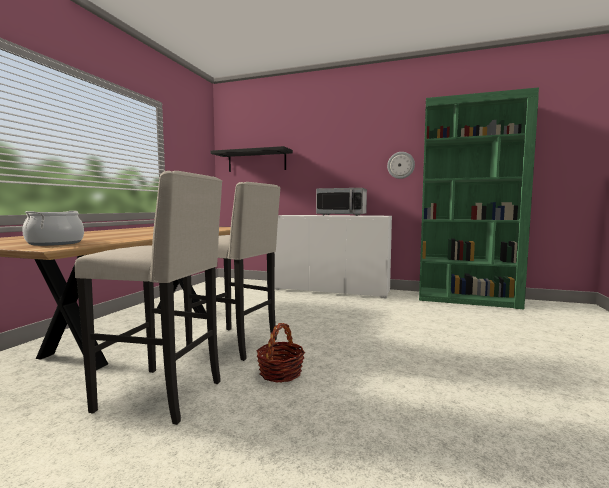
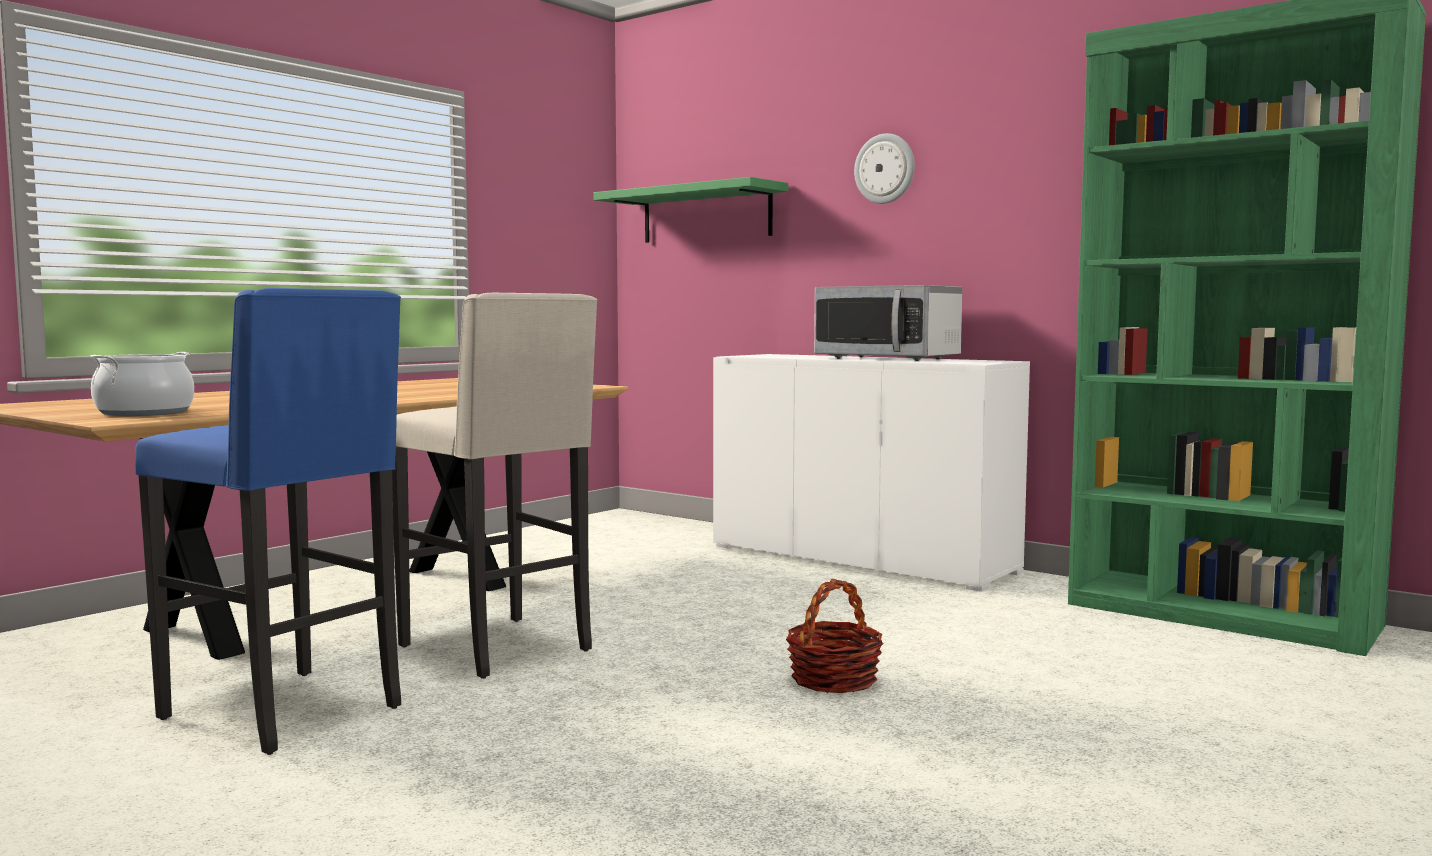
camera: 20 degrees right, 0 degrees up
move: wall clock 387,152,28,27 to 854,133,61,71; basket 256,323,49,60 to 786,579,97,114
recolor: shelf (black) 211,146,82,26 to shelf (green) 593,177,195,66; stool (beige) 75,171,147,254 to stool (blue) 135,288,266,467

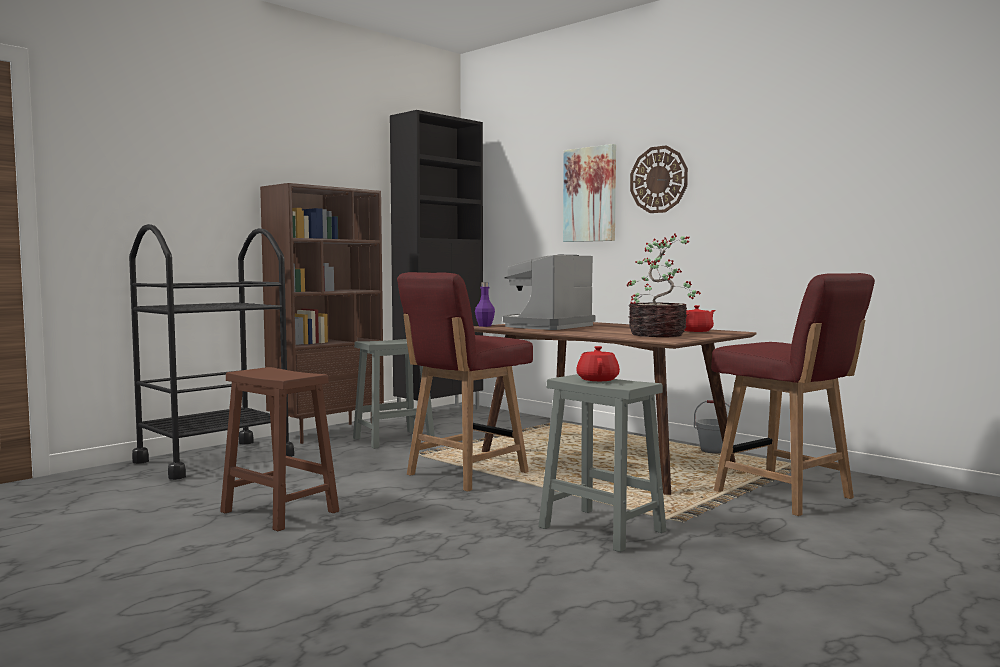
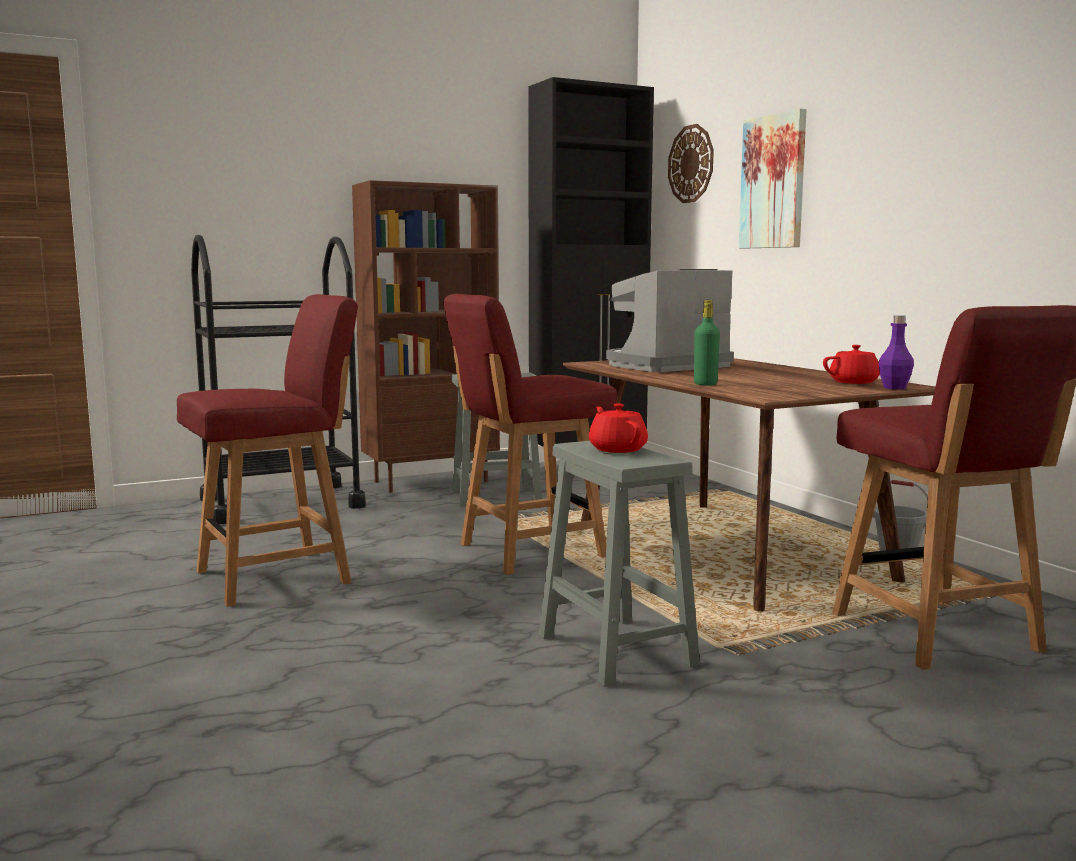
camera: 20 degrees right, 5 degrees up
delete: potted plant 627,233,74,104
insert: bottle (green) 694,300,26,86
move: wall clock 630,145,58,68 to 668,124,46,79; bottle (purple) 475,282,20,45 to 879,315,35,75
replace: stool (brown) 220,367,119,164 to chair (red) 177,294,181,313
rotate: teapot (red) 576,346,44,35 = 589,403,59,50 45 degrees counterclockwise

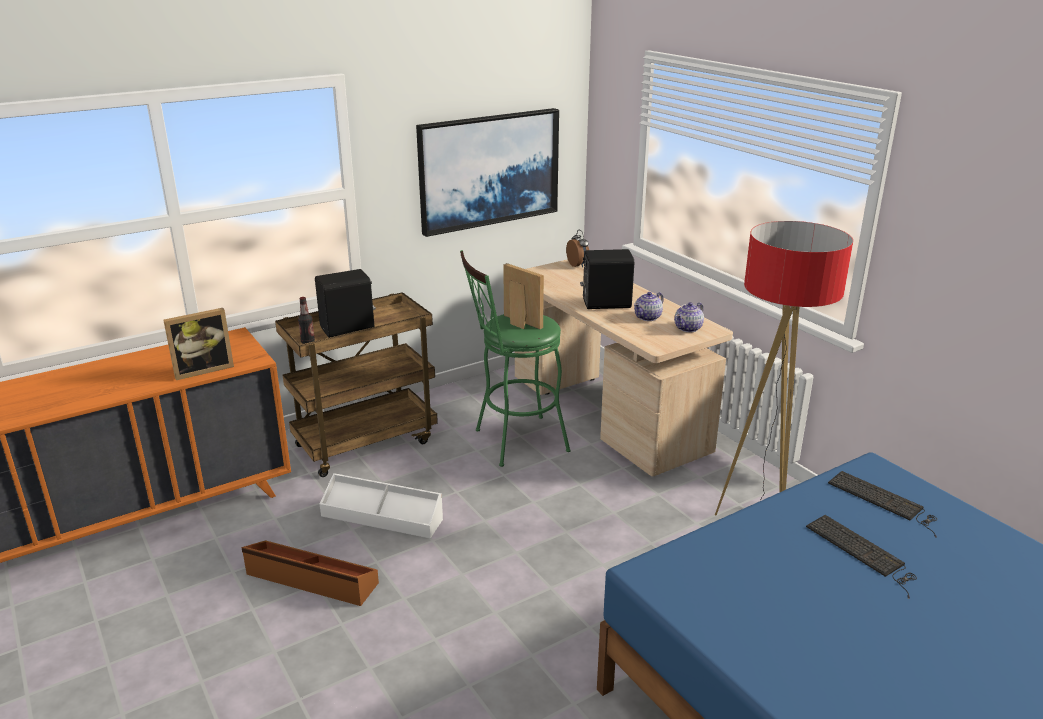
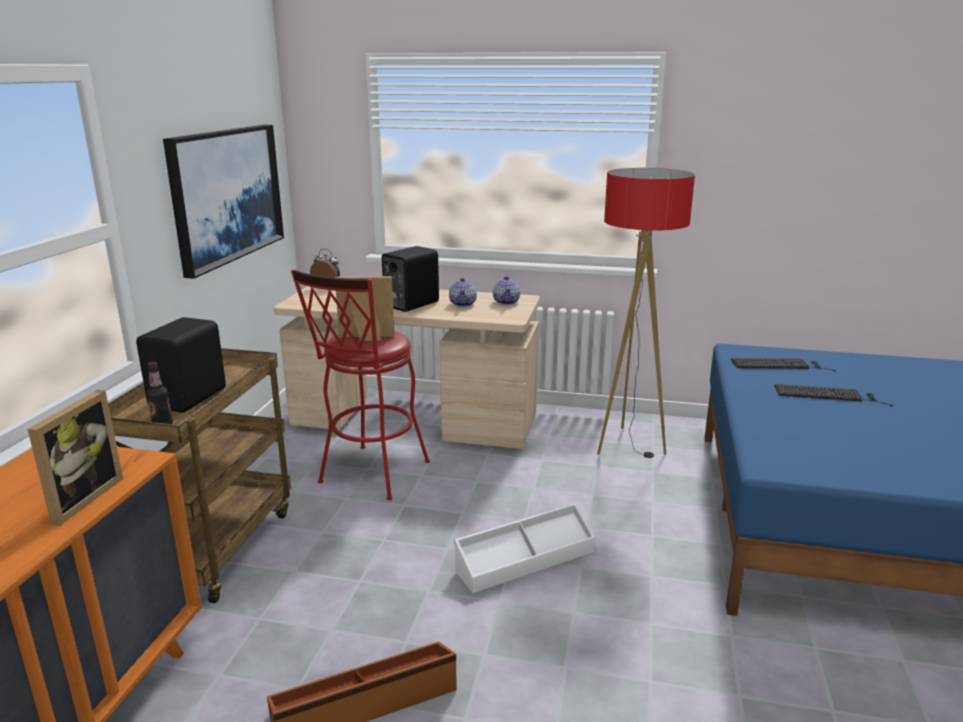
camera: 45 degrees left, 5 degrees down
move: storage box (white) 320,473,123,66 to 455,503,140,90
recolor: stool (green) 460,250,111,217 to stool (red) 291,269,139,231

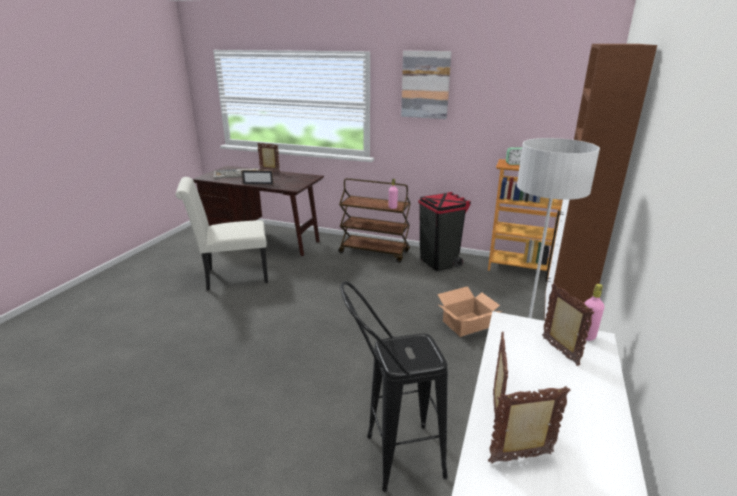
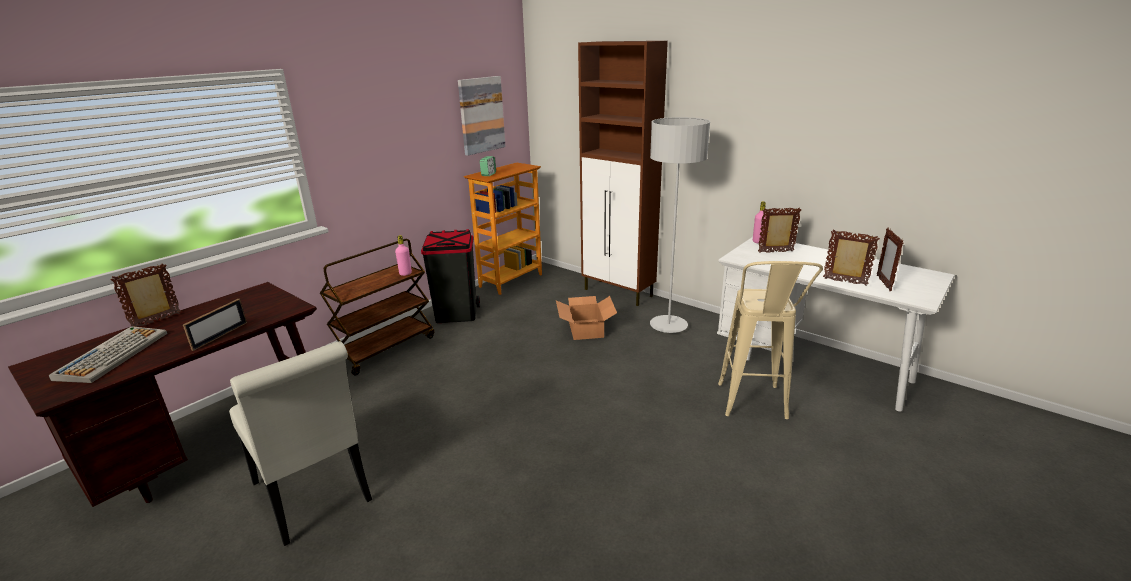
camera: 70 degrees left, 0 degrees up
move: picture 401,51,51,68 to 458,76,47,80
recolor: stool (black) 340,281,108,211 to stool (beige) 718,261,105,158
rotate: chair (white) 175,177,93,113 = 229,341,143,205 45 degrees counterclockwise

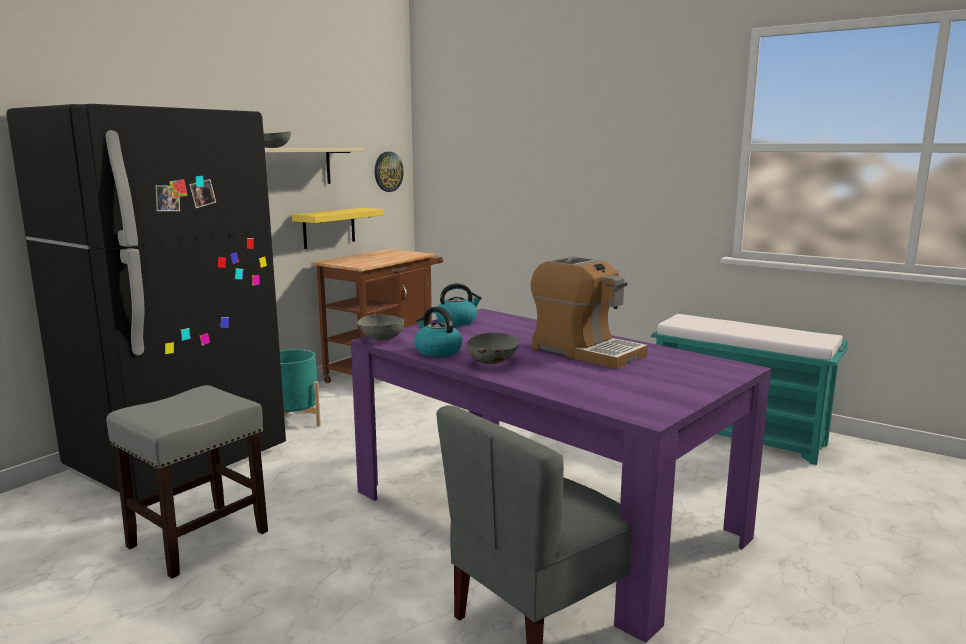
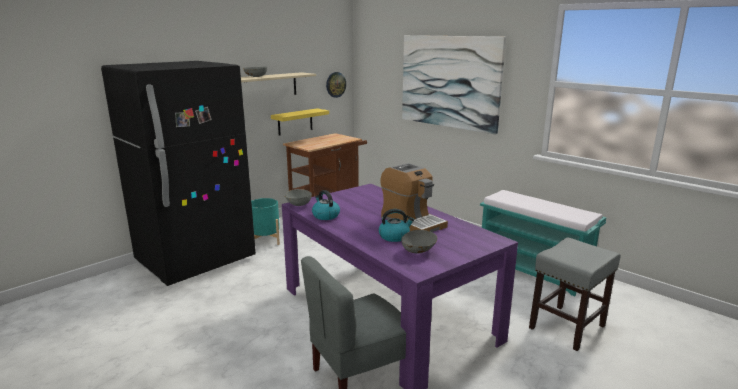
camera: 10 degrees right, 5 degrees up
insert: picture 402,35,104,100
move: kettle 436,283,46,43 to 379,209,35,33; bowl (grey) 466,333,54,31 to 401,230,36,23; stool (grey) 106,385,162,194 to 529,237,92,114

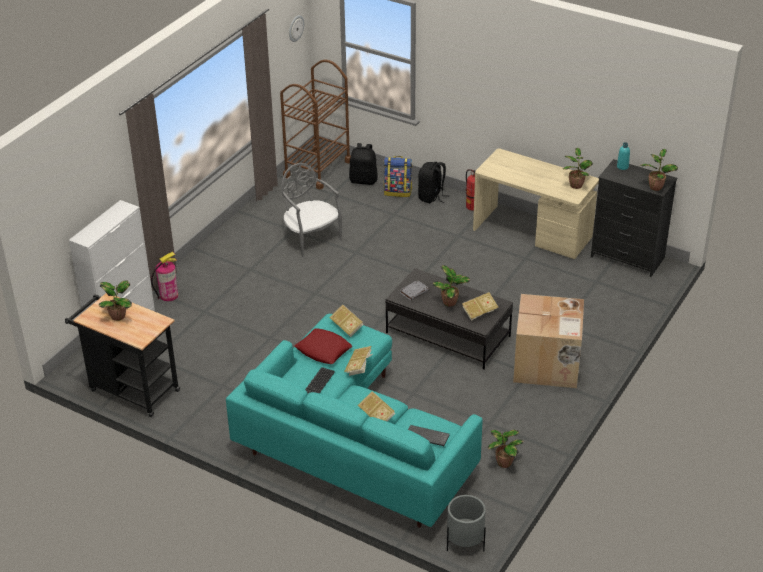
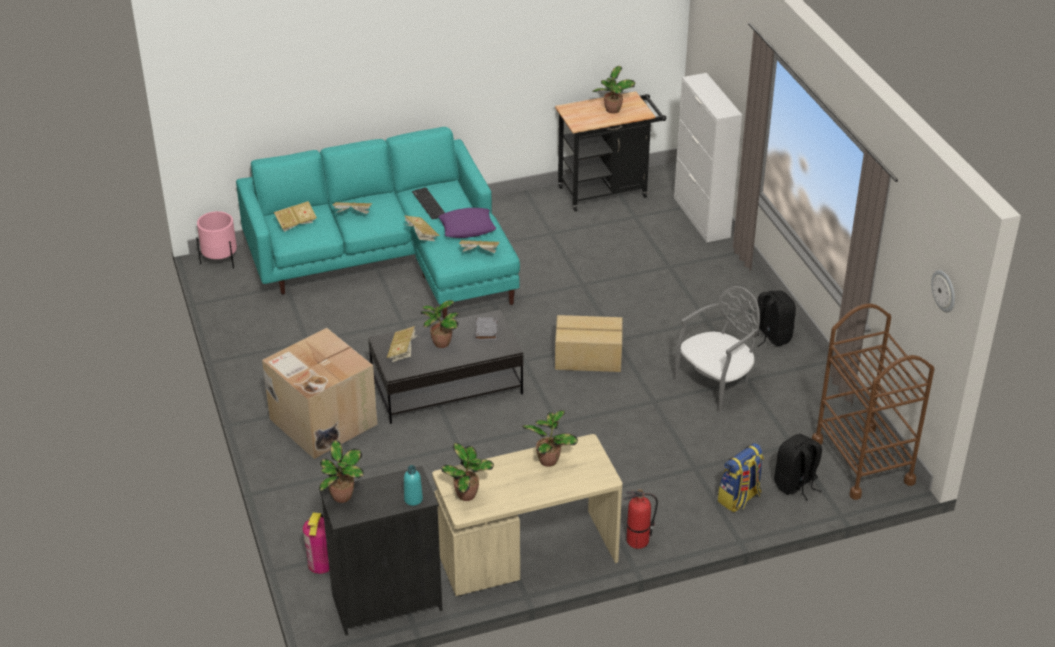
camera: 130 degrees right, 0 degrees up
insert: cardboard box 555,315,68,57
move: backpack (black) 418,162,28,41 to 756,290,40,57; fire extinguisher 151,252,27,49 to 302,512,28,62; potted plant 488,430,36,38 to 522,410,56,57
replace: keyboard 408,425,42,21 to book 274,201,43,31
recolor: pillow (red) 295,329,57,35 to pillow (purple) 438,208,58,30; planter (grey) 447,495,39,57 to planter (pink) 196,211,41,58
rotate: chair (grey) 282,163,60,94 = 675,286,85,126 45 degrees counterclockwise

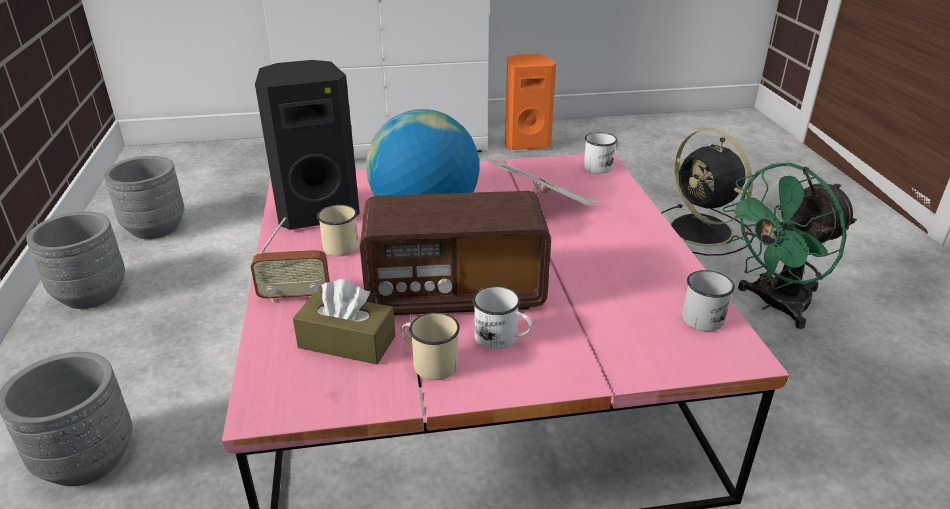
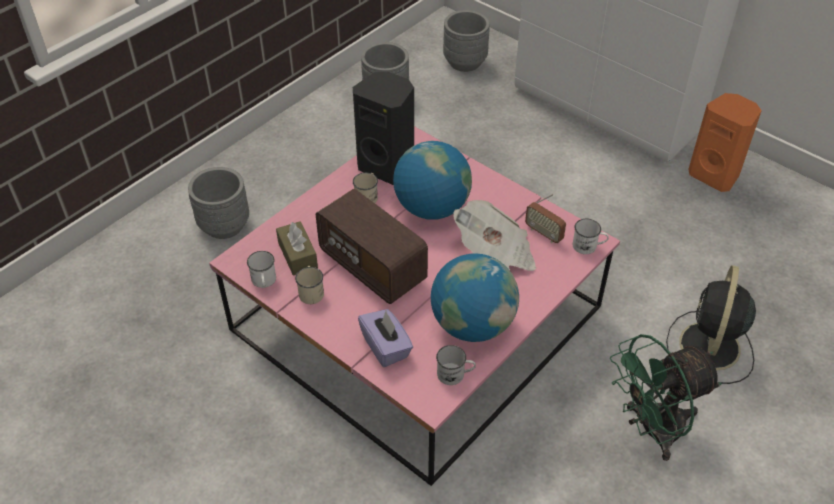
camera: 50 degrees right, 15 degrees up
insert: globe 431,254,88,88; tissue box (purple) 358,309,55,58
move: planter (grey) 26,212,99,97 to 443,10,47,62; radio 251,217,79,86 to 525,194,41,49; mug (white) 473,286,59,64 to 247,251,29,37
rotate: fan (green) 723,163,134,166 = 610,334,112,127 45 degrees counterclockwise

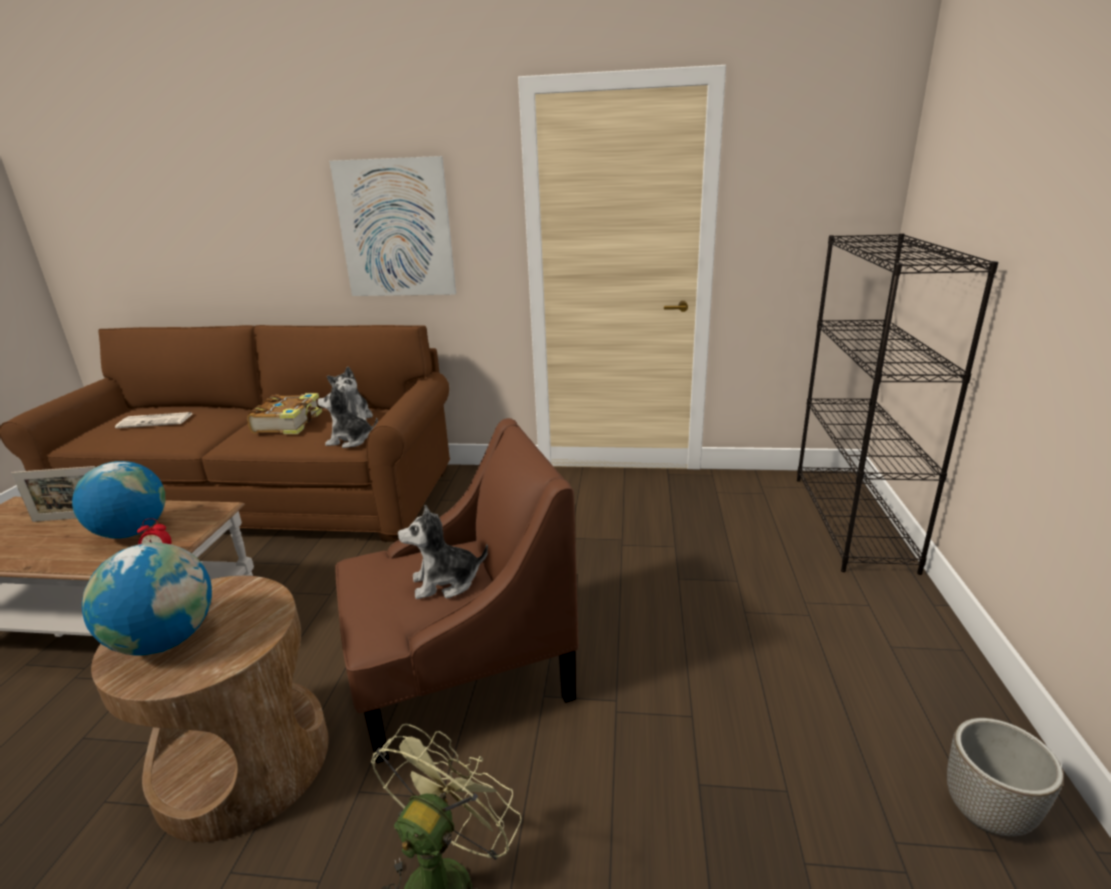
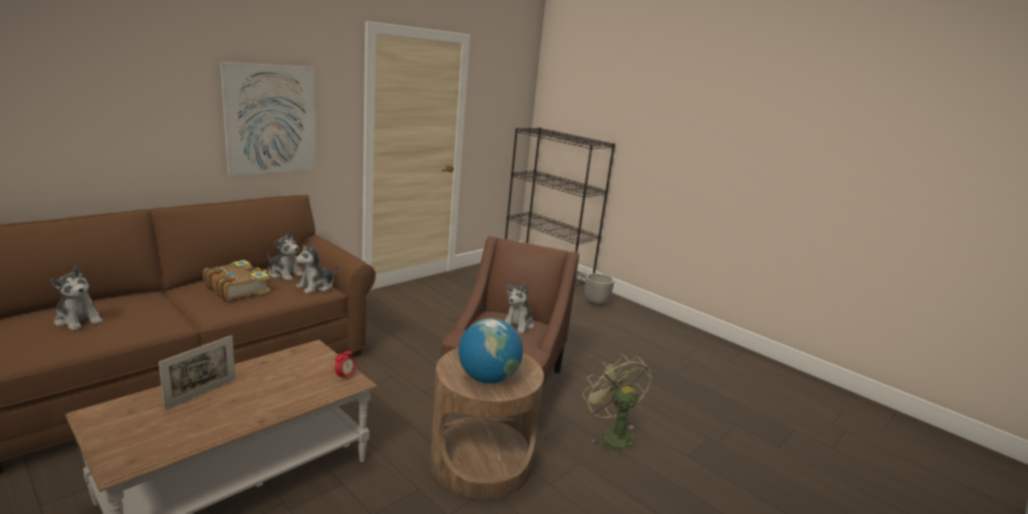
camera: 55 degrees left, 5 degrees down
delete: globe 72,461,93,77
move: planter 947,718,117,118 to 585,273,29,33
replace: newspaper 115,412,77,16 to plush toy 50,266,53,65

